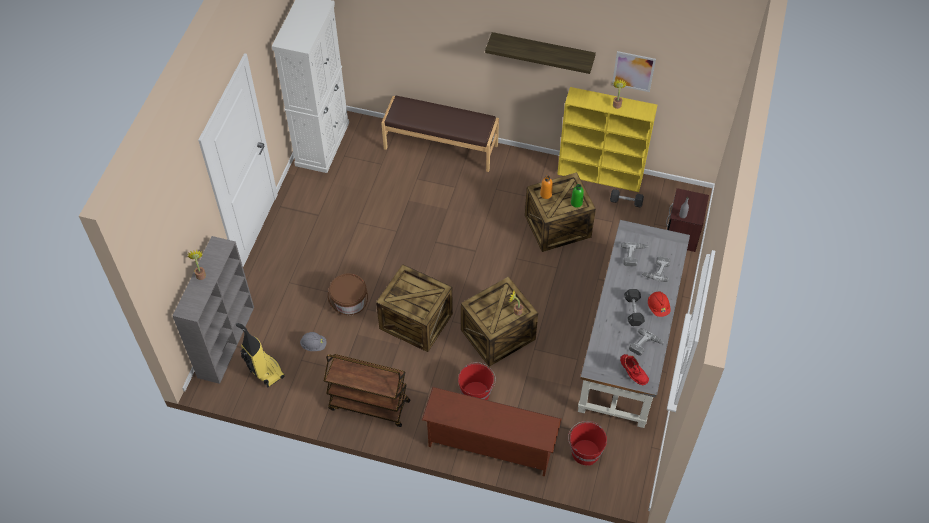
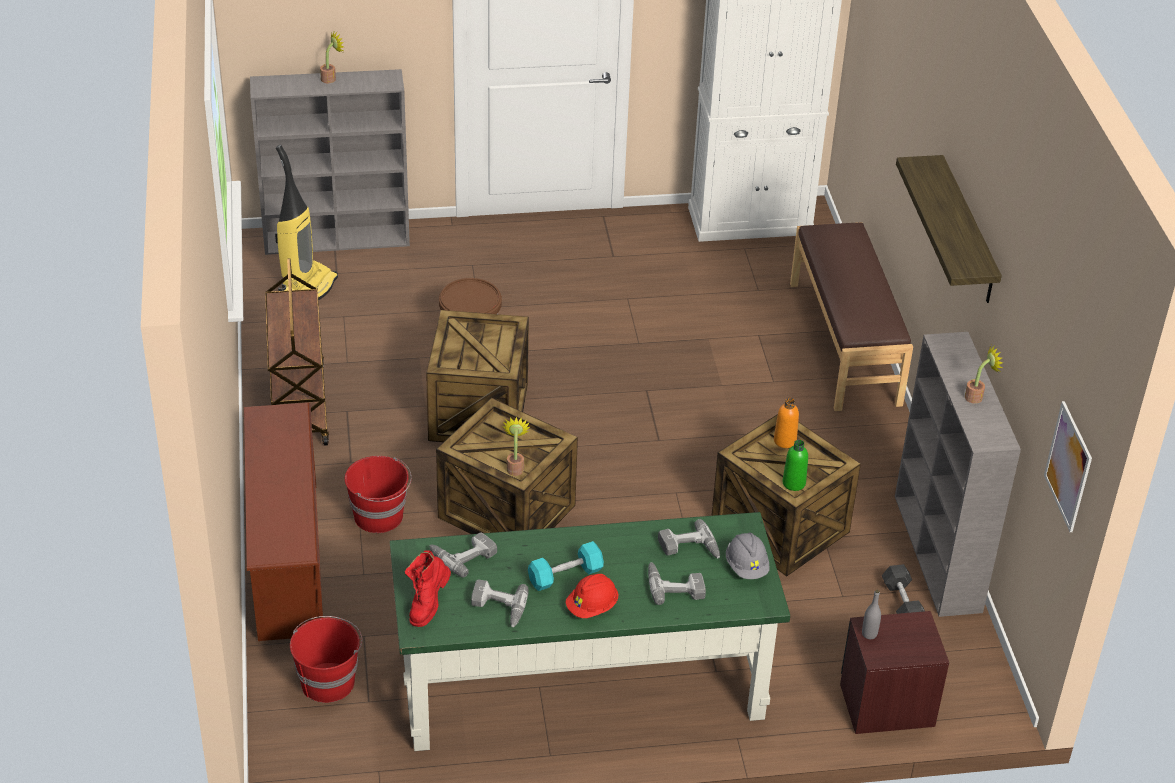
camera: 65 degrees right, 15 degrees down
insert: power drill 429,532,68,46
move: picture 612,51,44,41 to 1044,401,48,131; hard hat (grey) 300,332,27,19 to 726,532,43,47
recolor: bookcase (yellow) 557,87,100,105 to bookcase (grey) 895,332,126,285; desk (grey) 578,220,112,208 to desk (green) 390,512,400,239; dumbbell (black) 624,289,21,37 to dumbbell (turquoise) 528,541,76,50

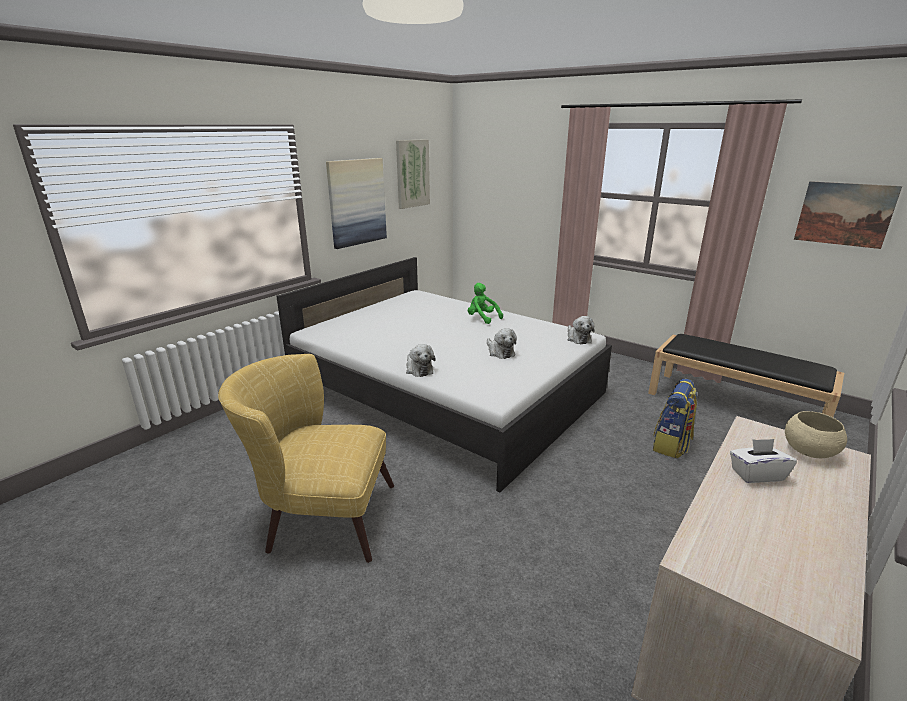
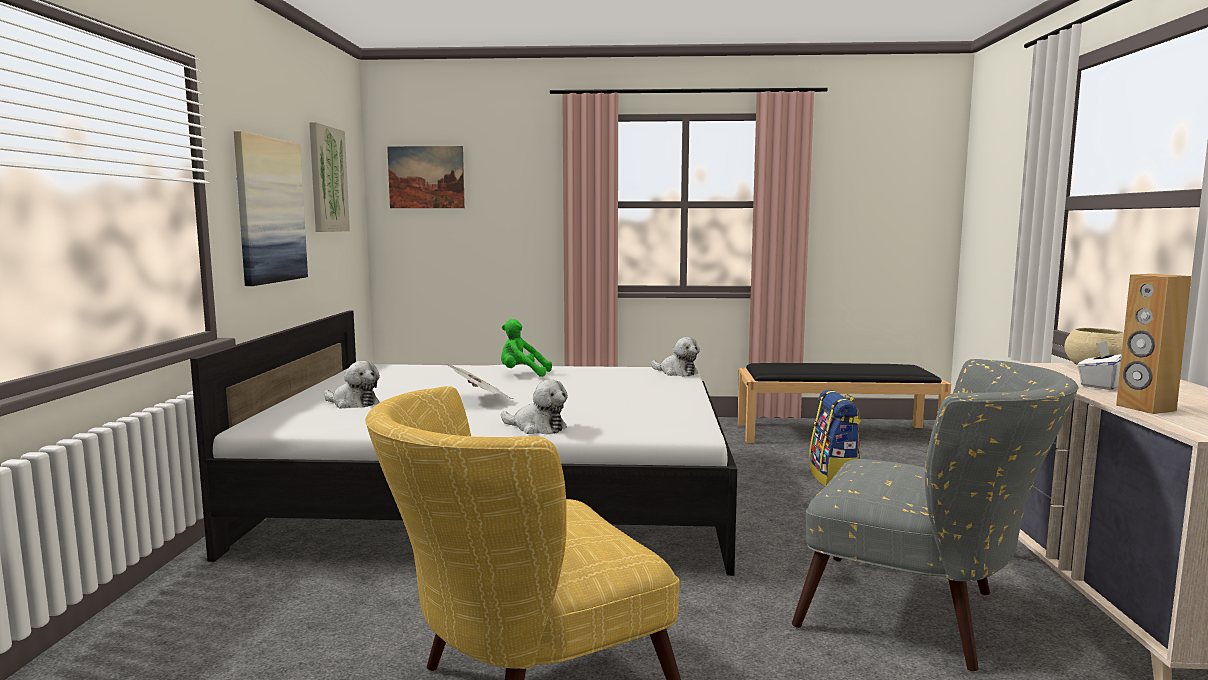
camera: 35 degrees left, 15 degrees down
insert: speaker (brown) 1116,274,75,140; armchair (grey) 792,359,286,312; newspaper 443,363,70,36
move: picture 794,181,108,68 to 387,146,78,62; plush toy 487,328,30,31 to 324,361,56,47

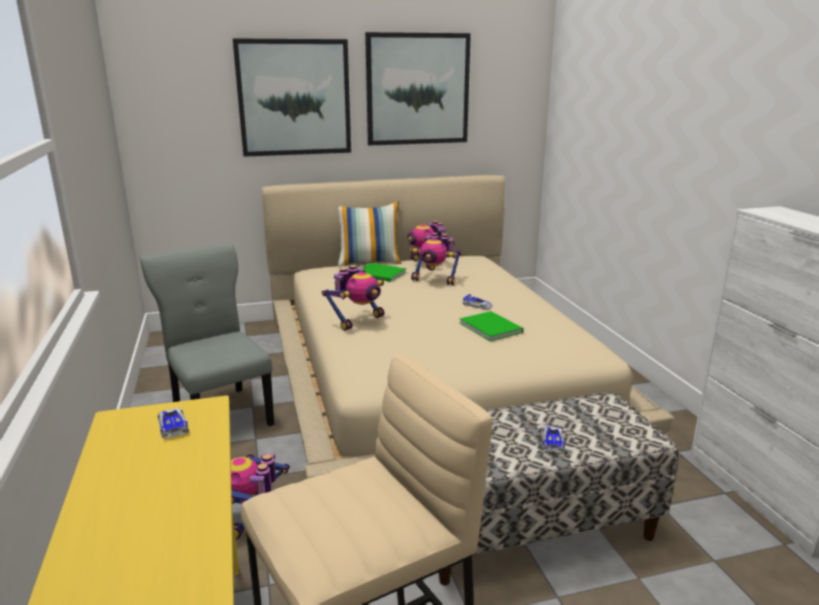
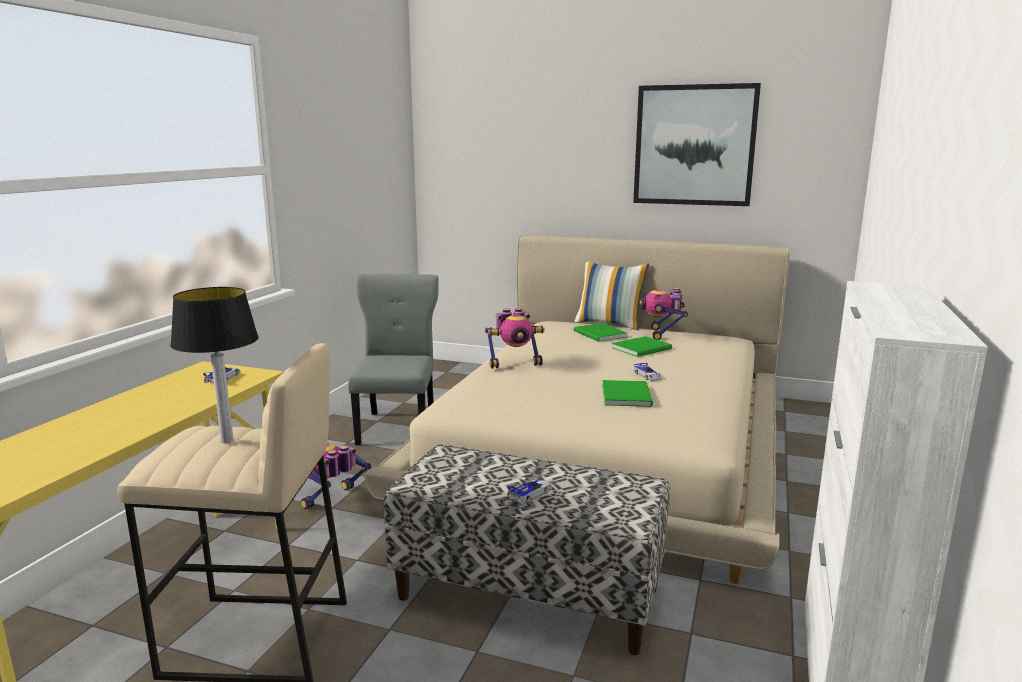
camera: 35 degrees right, 5 degrees down
delete: picture 233,38,118,119
insert: table lamp 170,287,89,156
replace: toy robot 410,233,52,52 to book (green) 612,336,60,21

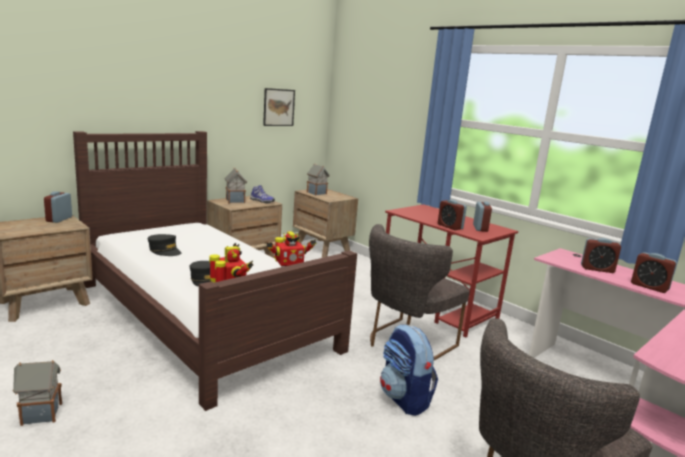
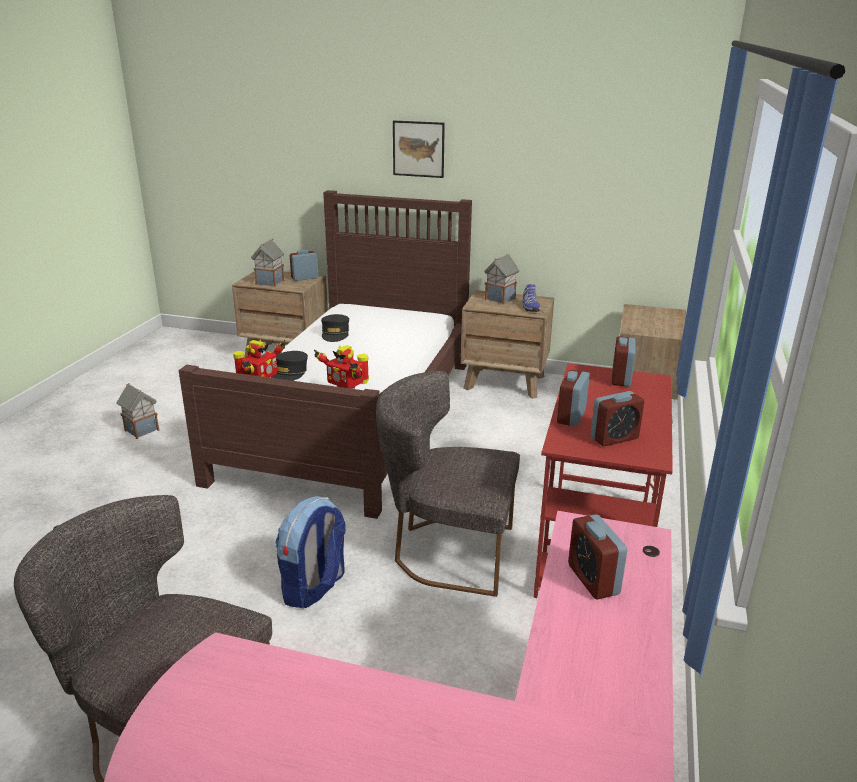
camera: 60 degrees right, 10 degrees up
move: picture 263,88,32,38 to 393,120,52,58; toy house 307,164,23,31 to 251,239,33,48; alarm clock 631,252,46,41 to 612,336,24,51

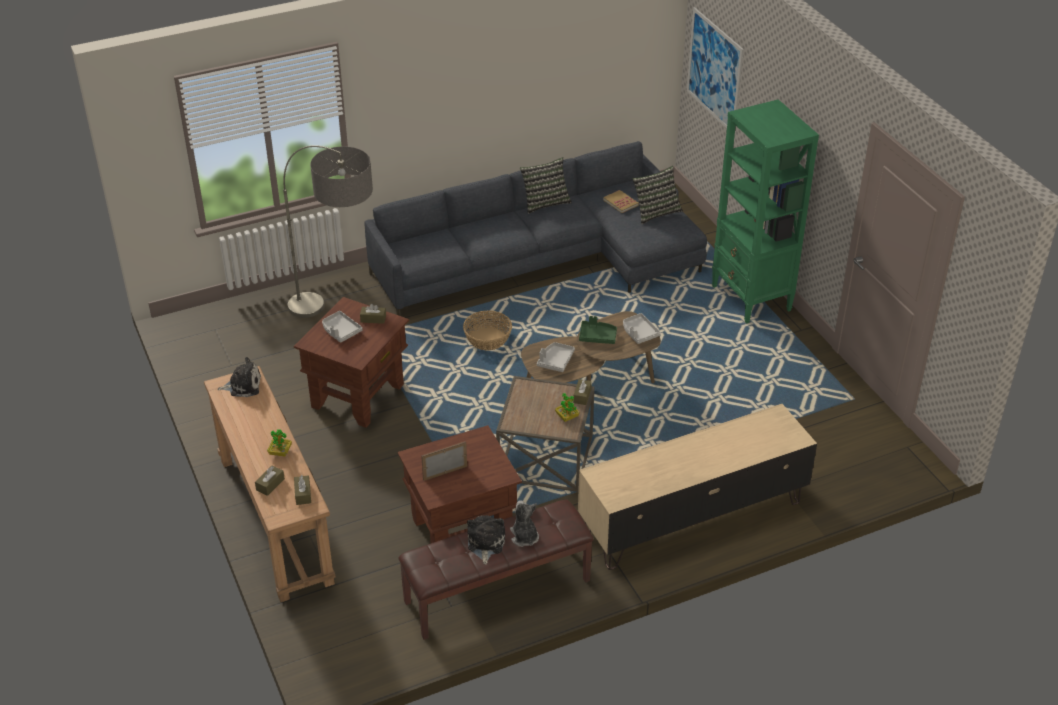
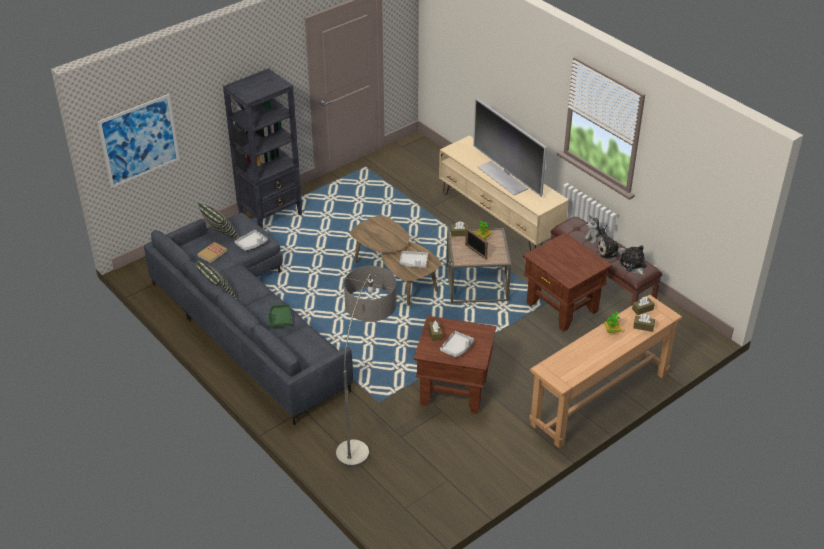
camera: 105 degrees left, 0 degrees up
delete: basket 463,310,49,41
insert: television 473,98,74,99
move: tray (grey) 623,313,38,31 to 235,230,33,20; tray (green) 579,316,38,28 to 268,304,24,23; plush toy 217,357,44,40 to 620,245,27,31; picture frame 421,441,46,40 to 465,228,23,32
recolor: bookcase (green) 712,99,107,225 to bookcase (black) 223,68,79,160

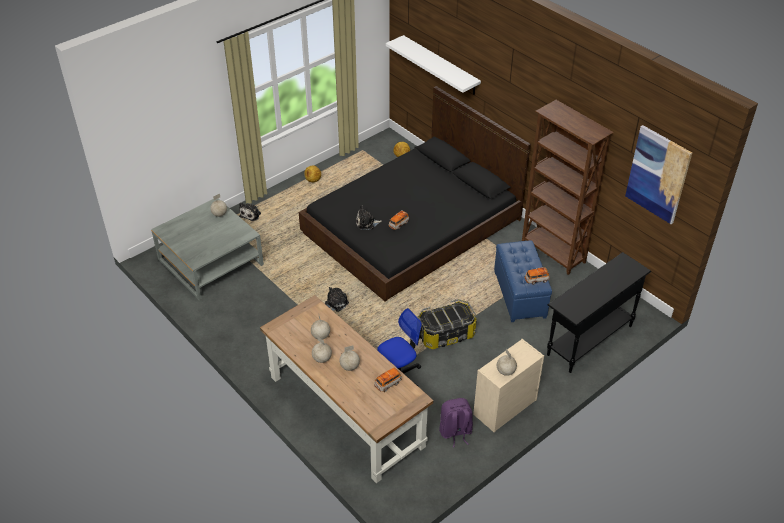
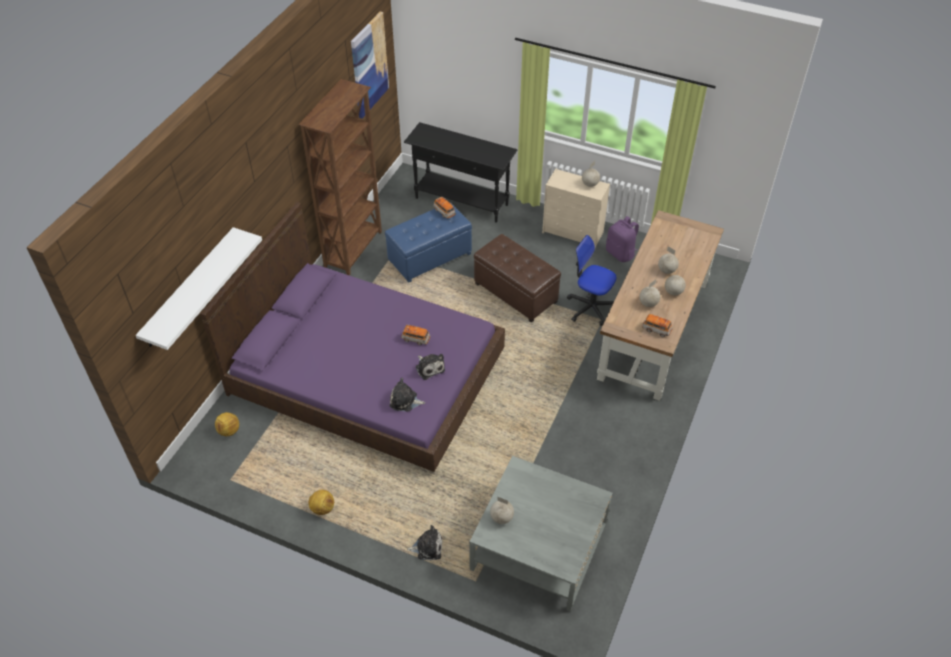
camera: 115 degrees left, 5 degrees up
move: plush toy 325,287,24,25 to 390,378,36,34; toy car 374,368,28,24 to 642,314,30,23
replace: storage box 417,299,60,50 to ottoman (brown) 474,234,87,89
recolor: bed (black) 299,86,232,216 to bed (purple) 200,202,305,270

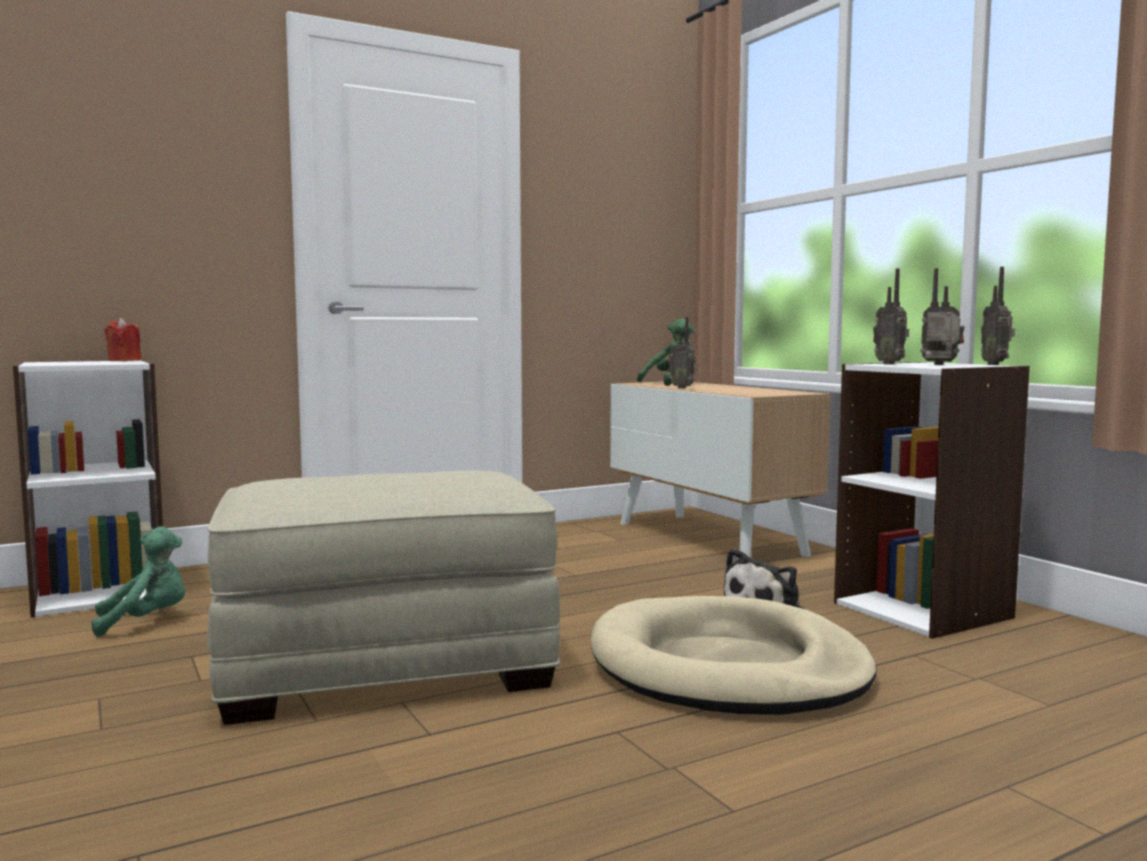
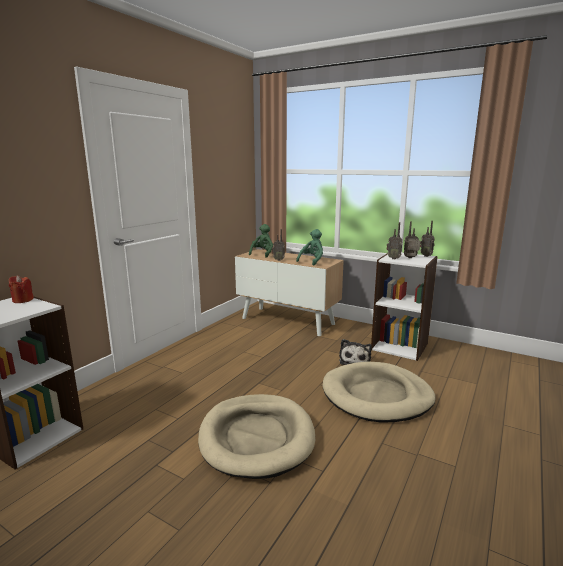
camera: 30 degrees left, 10 degrees up
move: plush toy (green) 92,527,93,110 to 296,229,27,36
replace: ottoman (beige) 207,470,353,255 to dog bed (beige) 198,394,117,85

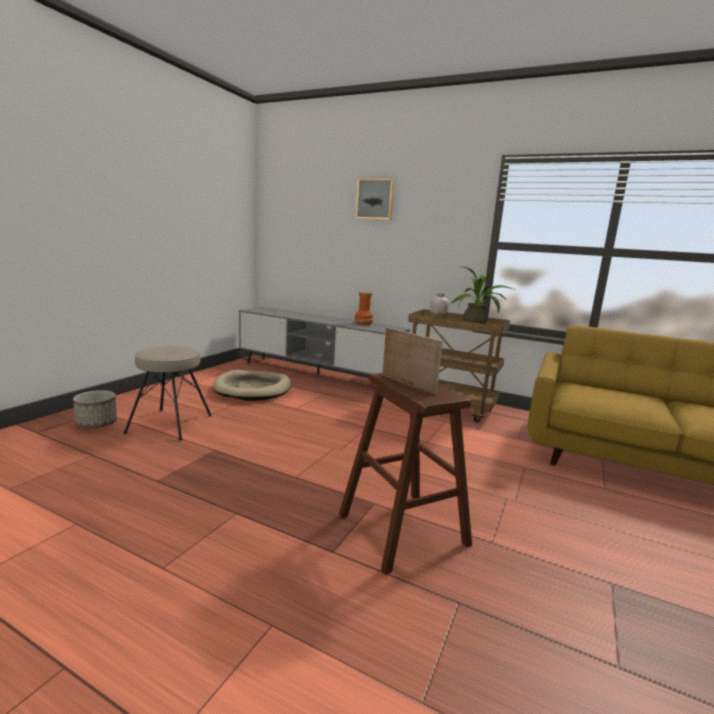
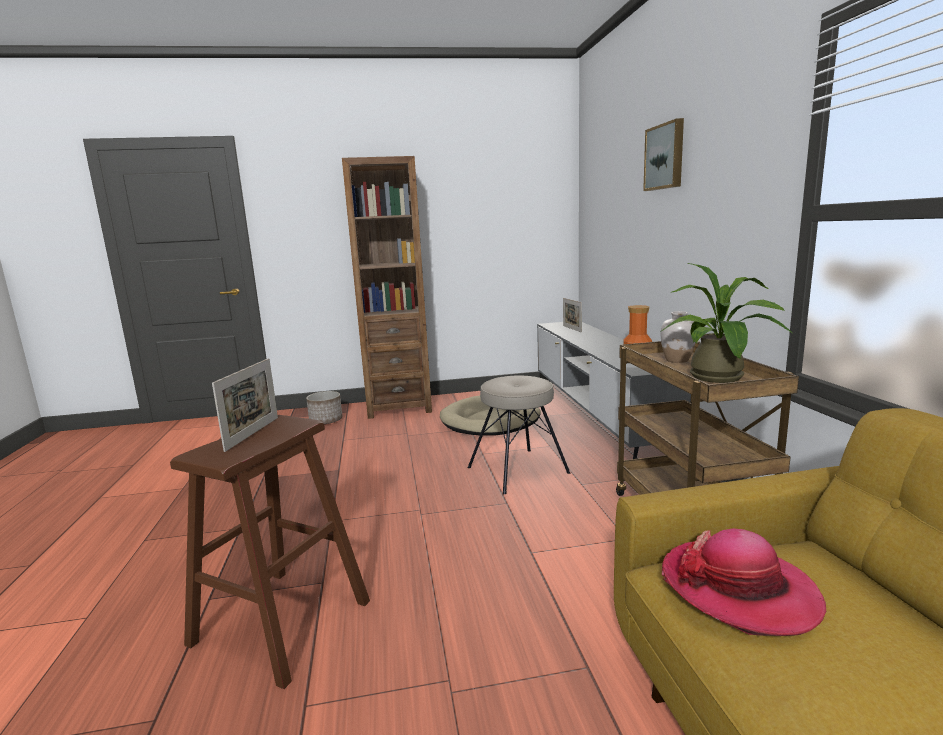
camera: 55 degrees right, 0 degrees up
insert: bookcase (brown) 342,156,90,263; picture frame 563,298,19,35; hat 662,528,164,108
move: stool (beige) 123,346,89,95 to 468,375,102,119

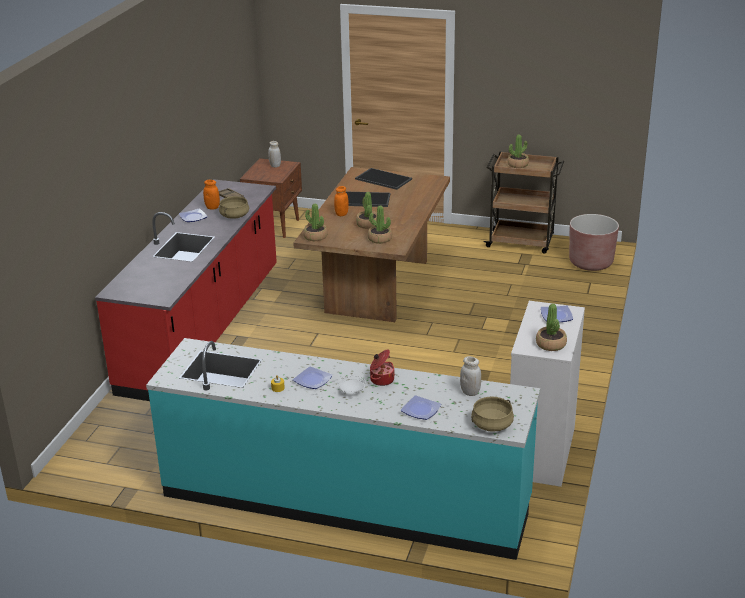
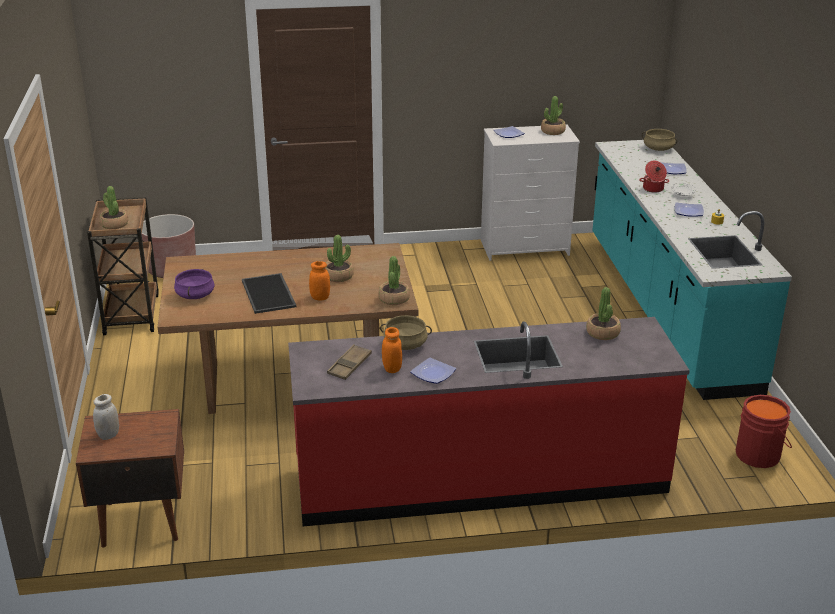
camera: 115 degrees left, 0 degrees up
delete: jar (white) 460,356,21,40
insert: bucket (red) 736,395,56,73
move: potted plant 368,205,24,39 to 586,287,35,53
replace: tray 355,168,57,22 to cooking pot (purple) 174,269,41,30

